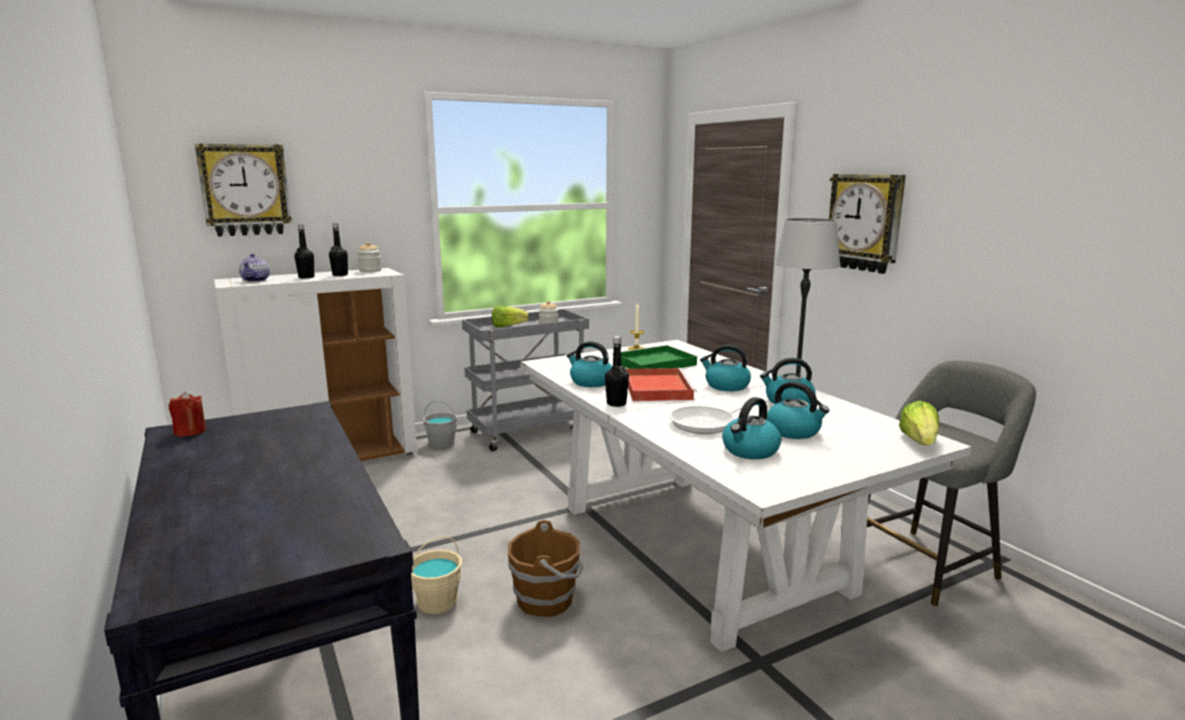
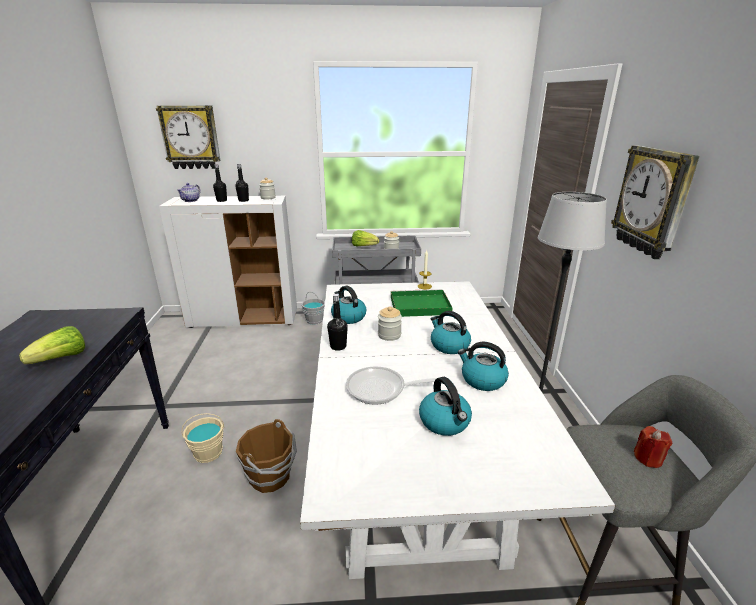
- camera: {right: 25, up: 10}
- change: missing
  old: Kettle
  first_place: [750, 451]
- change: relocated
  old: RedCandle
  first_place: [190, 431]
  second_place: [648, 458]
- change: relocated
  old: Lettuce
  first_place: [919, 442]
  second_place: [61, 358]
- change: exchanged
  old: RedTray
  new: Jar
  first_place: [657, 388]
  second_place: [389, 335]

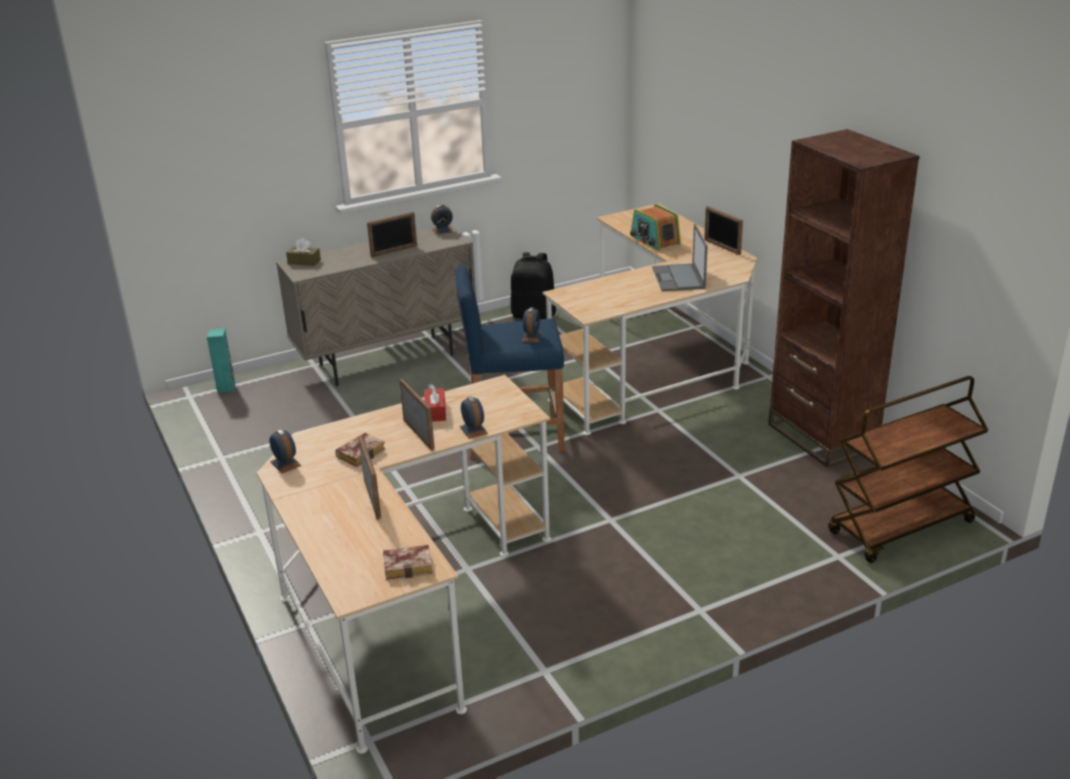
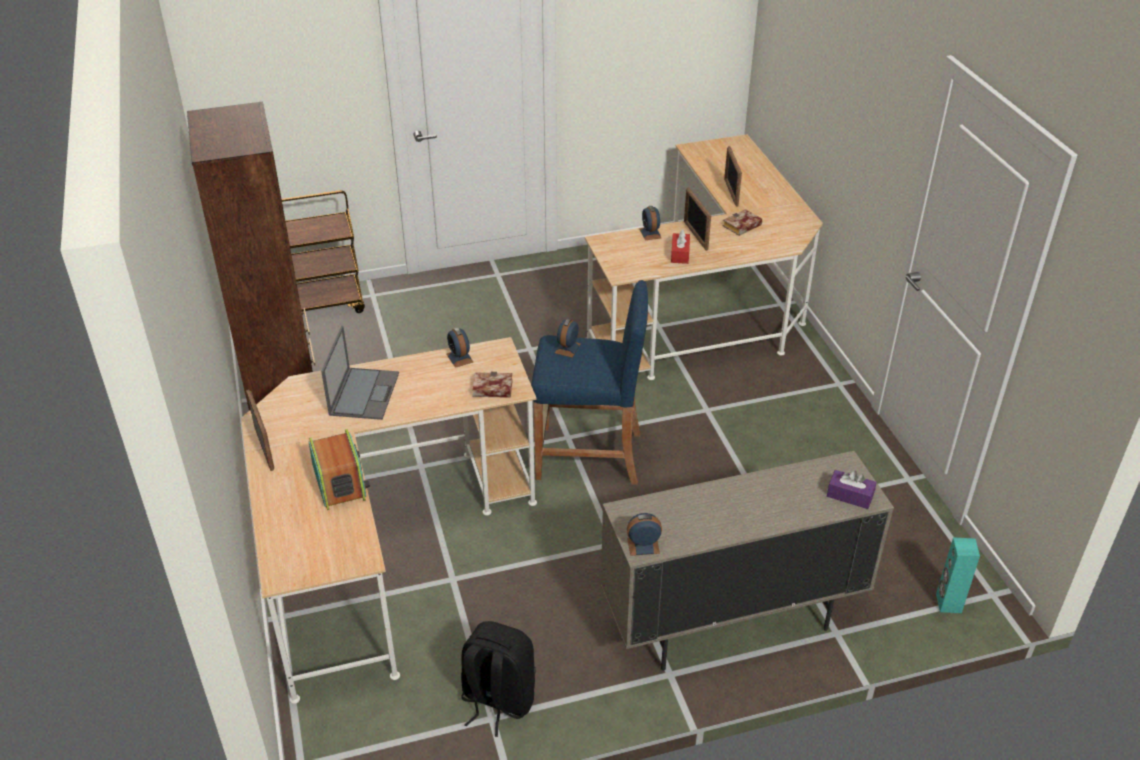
- camera: {right: -170, up: 10}
- change: missing
  old: PictureFrame
  first_place: [394, 251]
- change: relocated
  old: AlarmClock
  first_place: [285, 463]
  second_place: [459, 358]
- change: relocated
  old: Book
  first_place: [410, 565]
  second_place: [491, 389]
- change: colour
  old: BrownTissueBox
  new: PurpleTissueBox
  first_place: [304, 262]
  second_place: [850, 495]

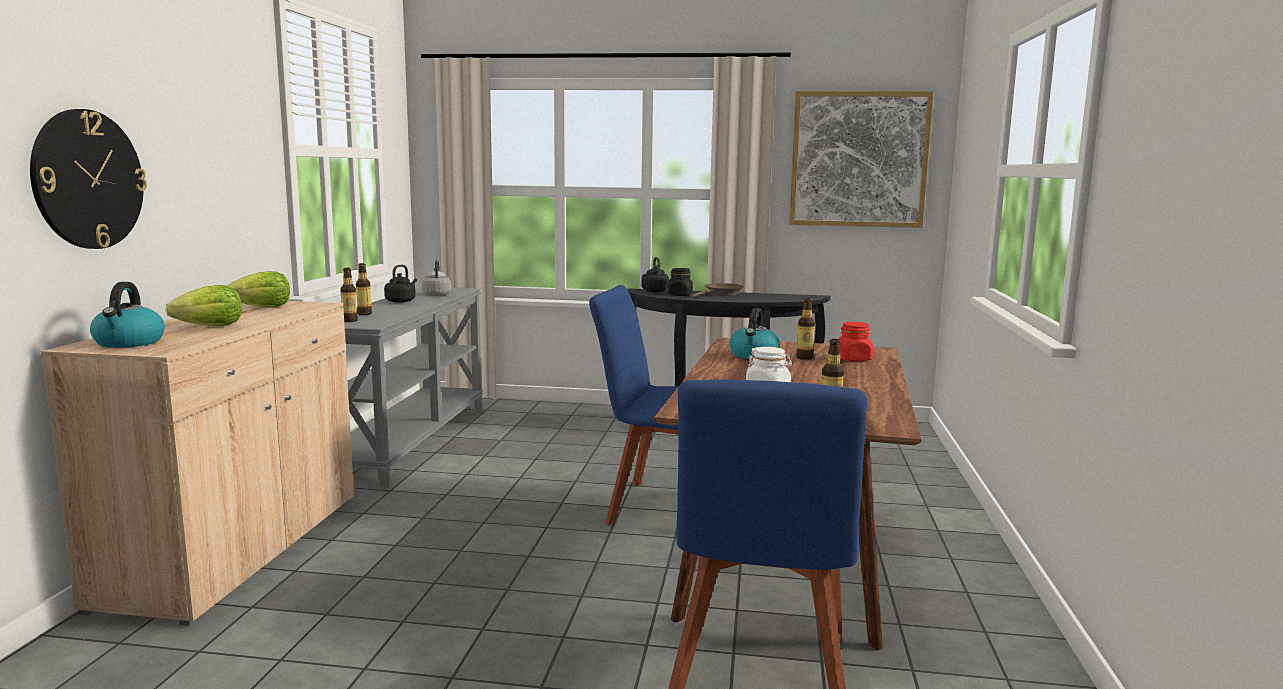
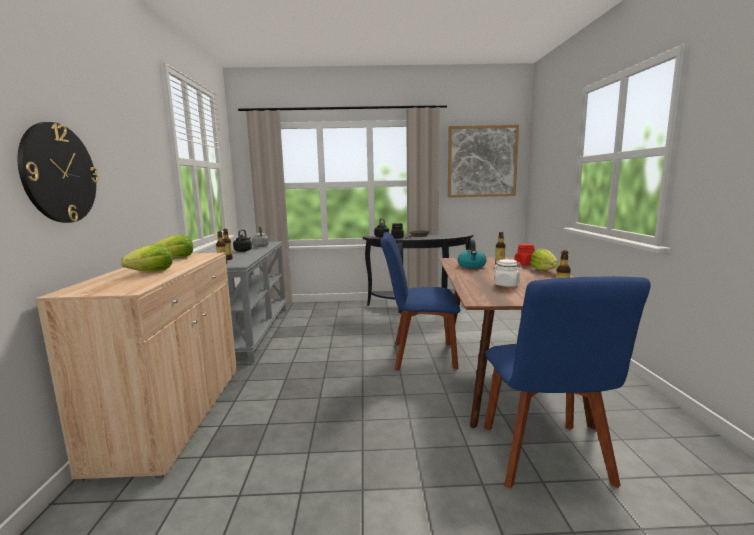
- camera: {right: -10, up: 0}
- change: missing
  old: Kettle
  first_place: [129, 343]
- change: appeared
  new: Lettuce
  second_place: [544, 270]

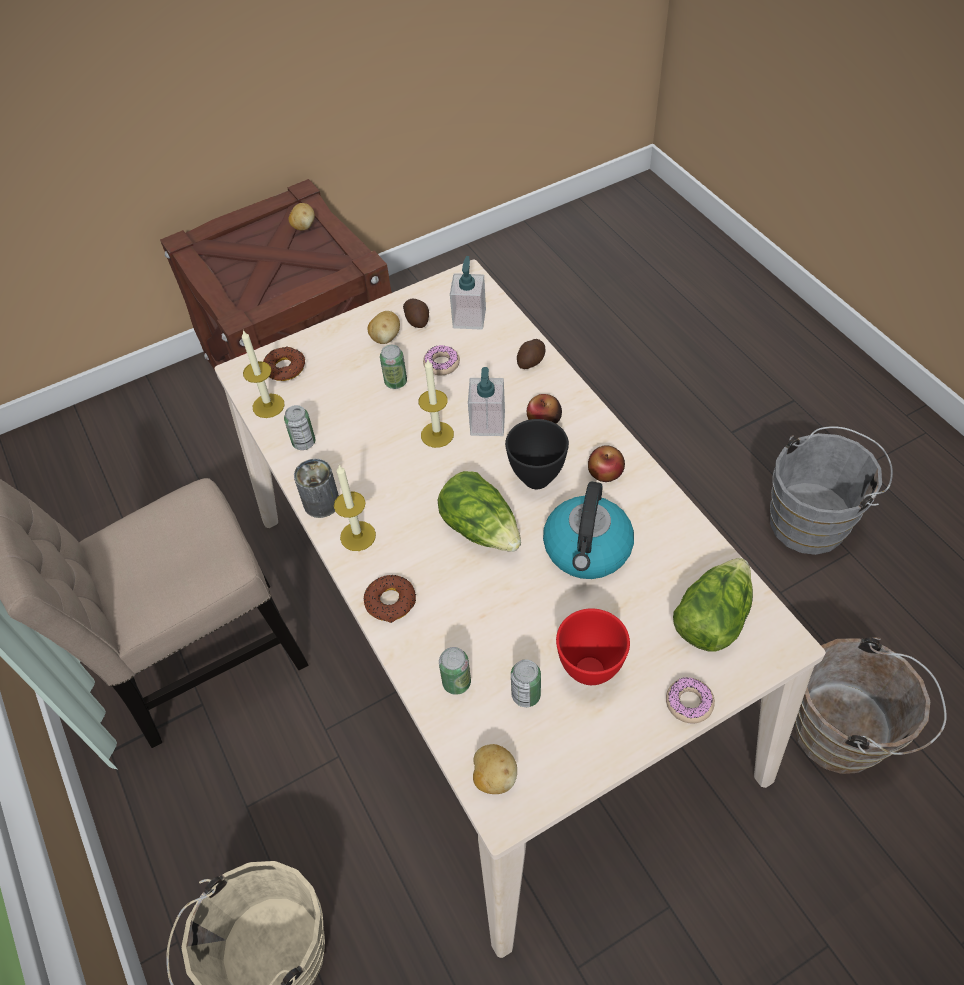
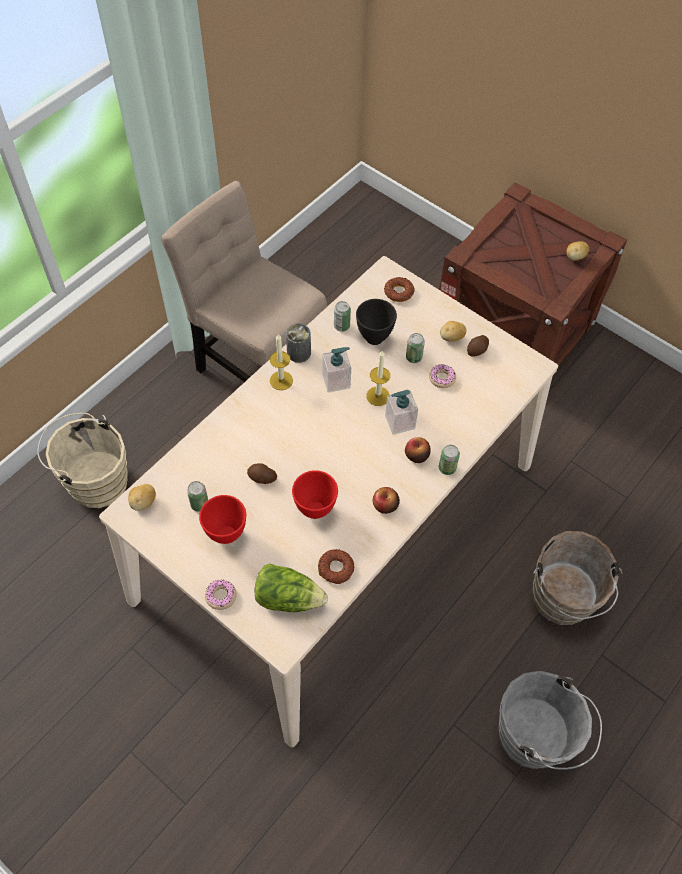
- camera: {right: 65, up: 5}
- change: missing
  old: Candle
  first_place: [268, 405]
- change: missing
  old: Lettuce
  first_place: [481, 528]
- change: relocated
  old: Donut
  first_place: [390, 601]
  second_place: [336, 568]
- change: relocated
  old: Can
  first_place: [456, 682]
  second_place: [447, 468]
- change: relocated
  old: SoapDispenser
  first_place: [469, 318]
  second_place: [336, 381]
- change: relocated
  old: BlackBowl
  first_place: [535, 477]
  second_place: [375, 337]
- change: relocated
  old: Potato
  first_place: [532, 361]
  second_place: [262, 478]
- change: relocated
  old: BrownBucket
  first_place: [846, 735]
  second_place: [562, 602]
- change: exchanged
  old: Kettle
  new: RedBowl
  first_place: [587, 550]
  second_place: [316, 510]

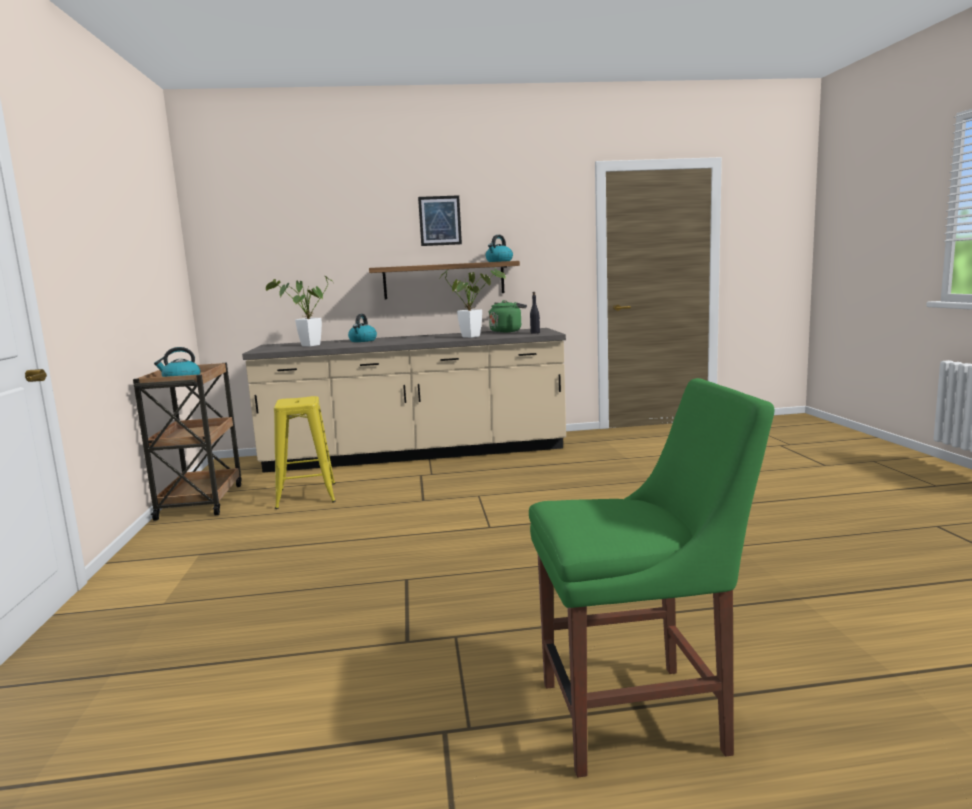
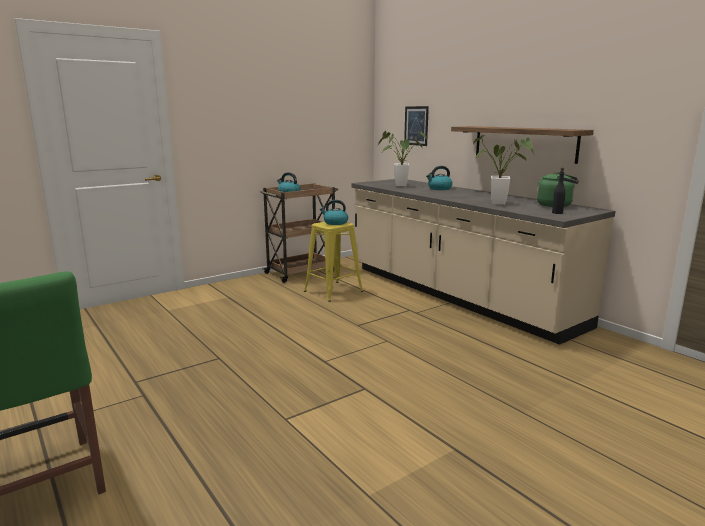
- camera: {right: 60, up: 5}
- change: relocated
  old: Picture
  first_place: [440, 220]
  second_place: [416, 126]
- change: relocated
  old: Kettle
  first_place: [499, 261]
  second_place: [335, 223]

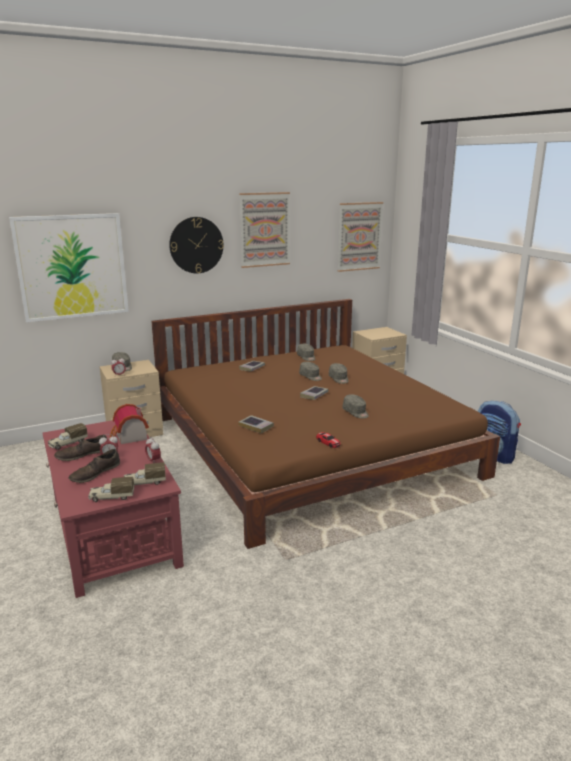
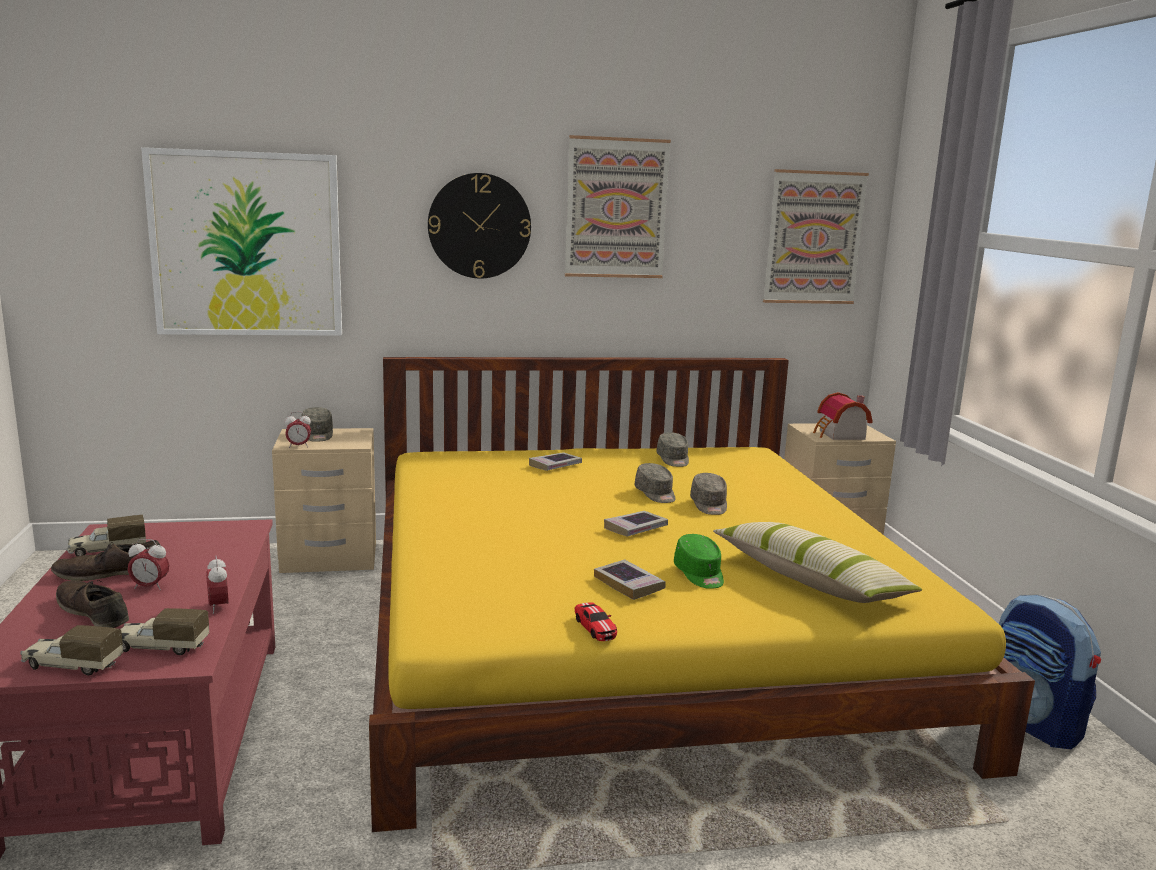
- camera: {right: 15, up: -5}
- change: appeared
  new: Pillow
  second_place: [811, 580]
- change: relocated
  old: ToyHouse
  first_place: [129, 437]
  second_place: [839, 435]
- change: relocated
  old: Book
  first_place: [256, 426]
  second_place: [629, 584]
- change: colour
  old: BrownBed
  new: YellowBed
  first_place: [309, 445]
  second_place: [631, 632]
- change: colour
  old: GreyCap
  new: GreenCap
  first_place: [356, 412]
  second_place: [699, 574]
- change: spun
  old: BrownShoe
  first_place: [95, 473]
  second_place: [93, 612]
  degrees: 75

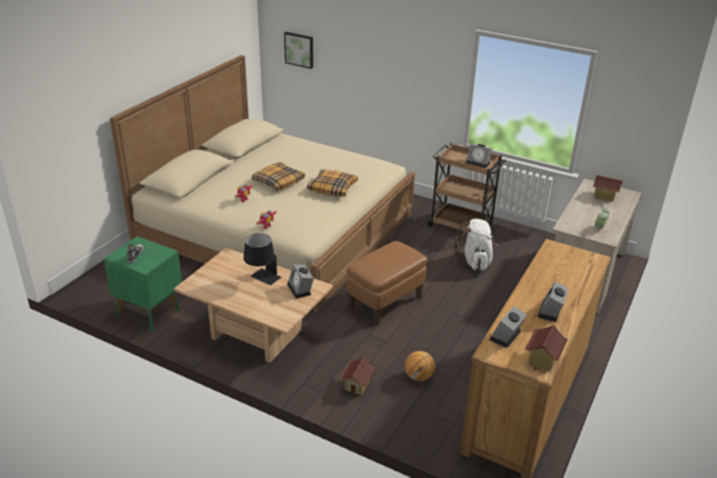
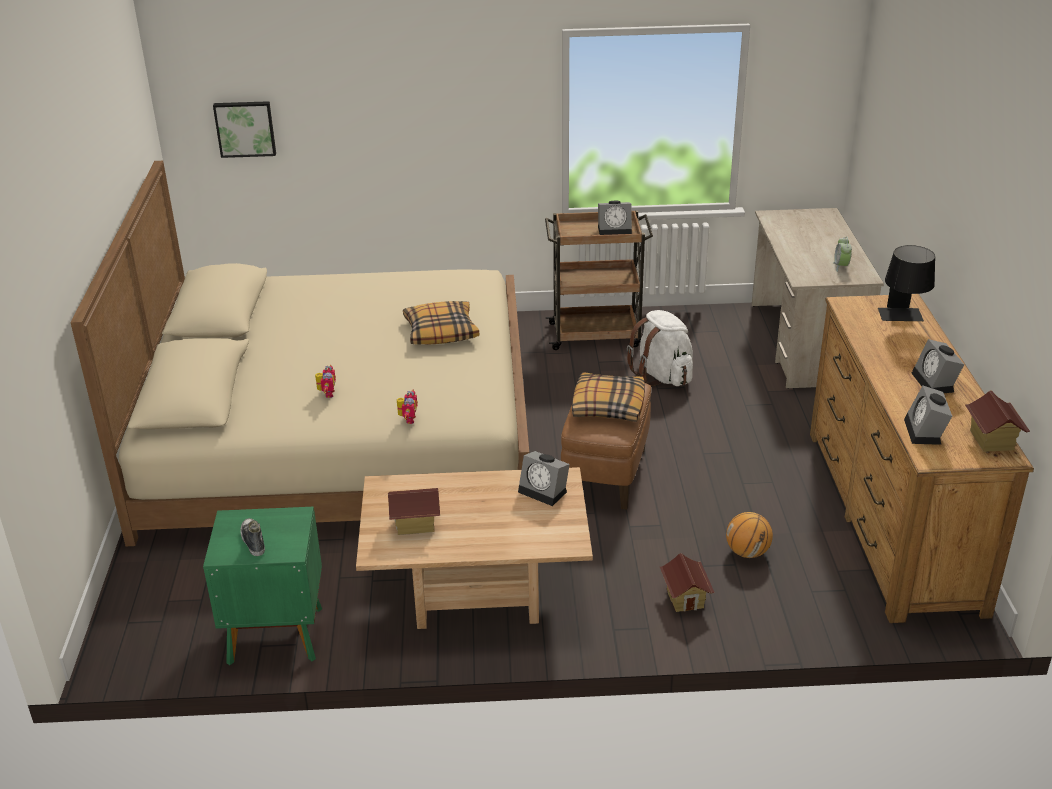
- camera: {right: -30, up: 0}
- change: relocated
  old: BlackTableLamp
  first_place: [262, 279]
  second_place: [902, 319]
- change: relocated
  old: Pillow
  first_place: [278, 181]
  second_place: [607, 406]
- change: relocated
  old: ToyHouse
  first_place: [605, 196]
  second_place: [415, 524]

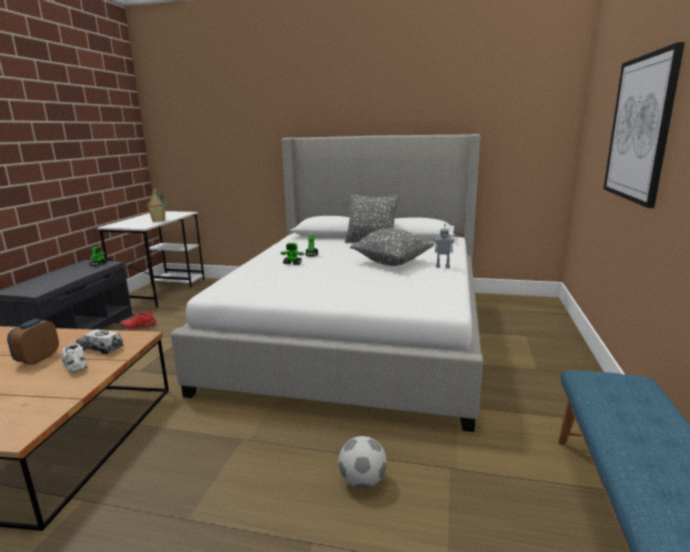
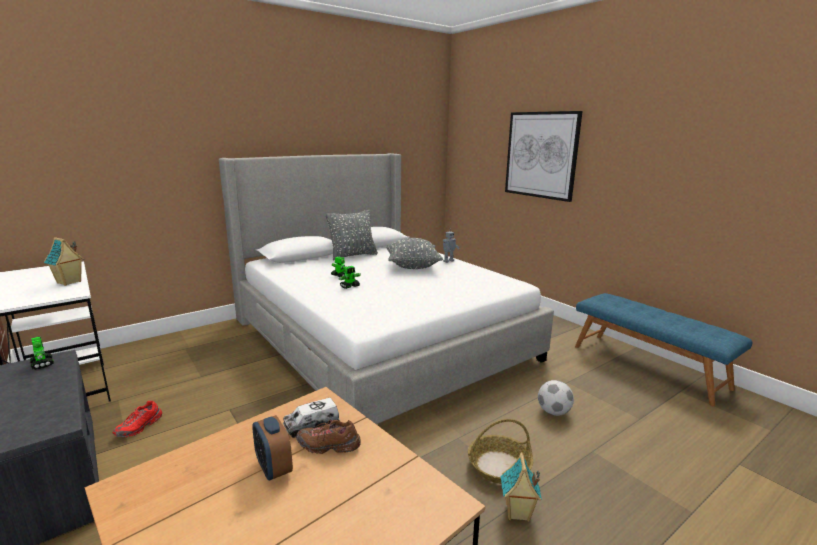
- camera: {right: -50, up: 0}
- change: appeared
  new: Basket
  second_place: [498, 466]
- change: appeared
  new: ToyHouse
  second_place: [517, 513]
- change: colour
  old: WhiteShoe
  new: BrownShoe
  first_place: [75, 364]
  second_place: [329, 446]

